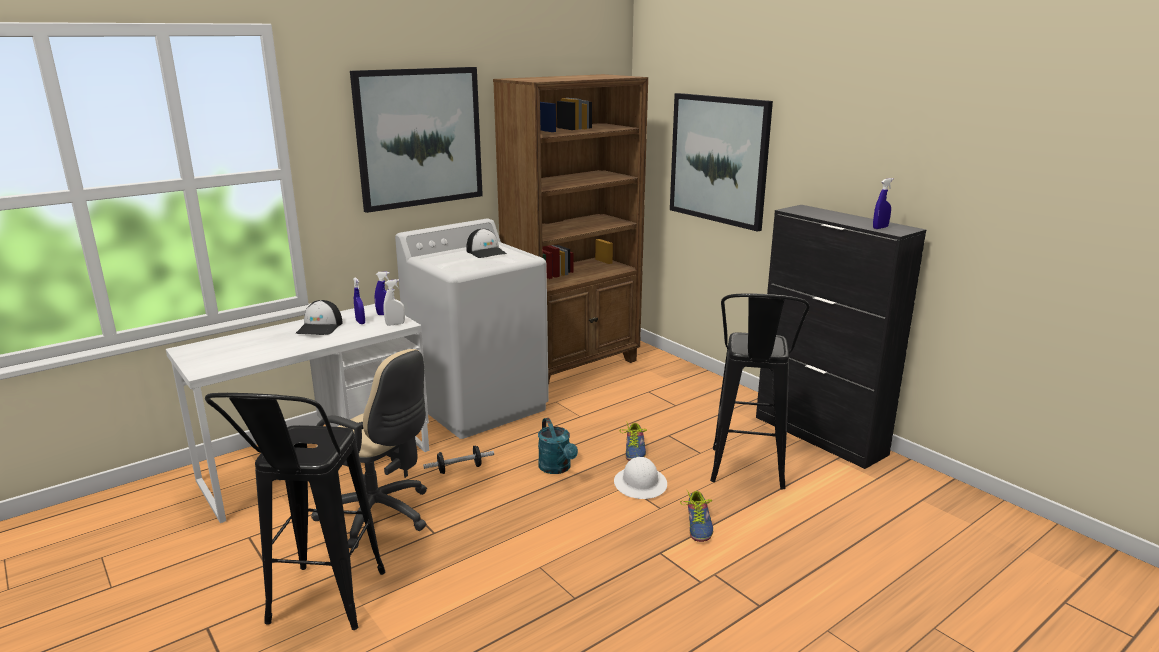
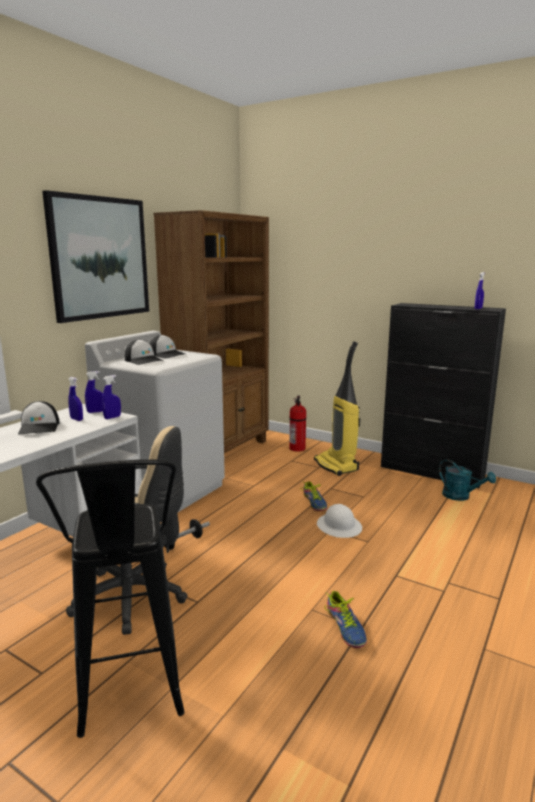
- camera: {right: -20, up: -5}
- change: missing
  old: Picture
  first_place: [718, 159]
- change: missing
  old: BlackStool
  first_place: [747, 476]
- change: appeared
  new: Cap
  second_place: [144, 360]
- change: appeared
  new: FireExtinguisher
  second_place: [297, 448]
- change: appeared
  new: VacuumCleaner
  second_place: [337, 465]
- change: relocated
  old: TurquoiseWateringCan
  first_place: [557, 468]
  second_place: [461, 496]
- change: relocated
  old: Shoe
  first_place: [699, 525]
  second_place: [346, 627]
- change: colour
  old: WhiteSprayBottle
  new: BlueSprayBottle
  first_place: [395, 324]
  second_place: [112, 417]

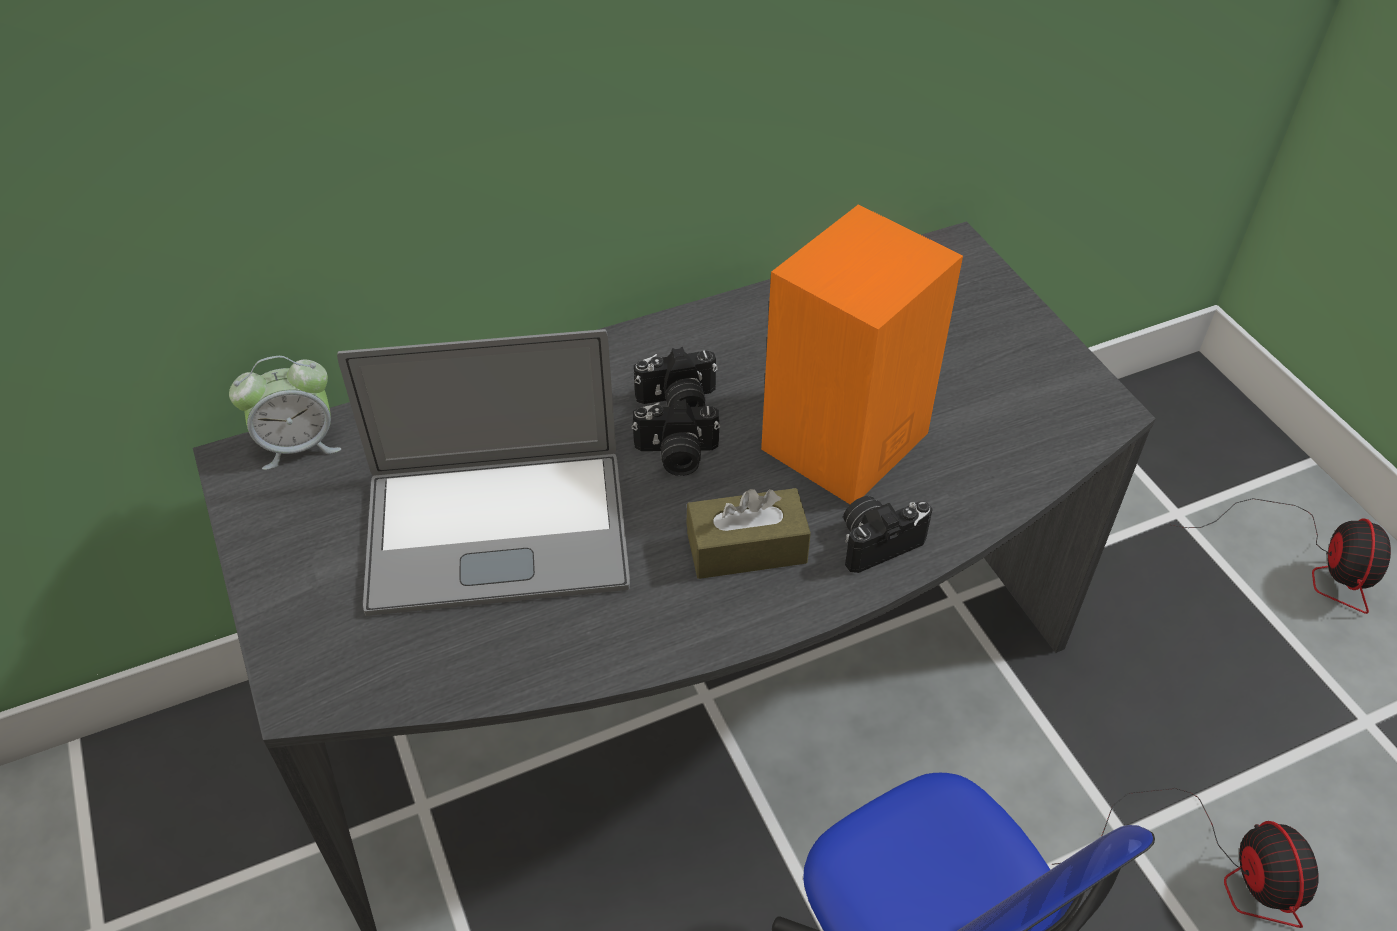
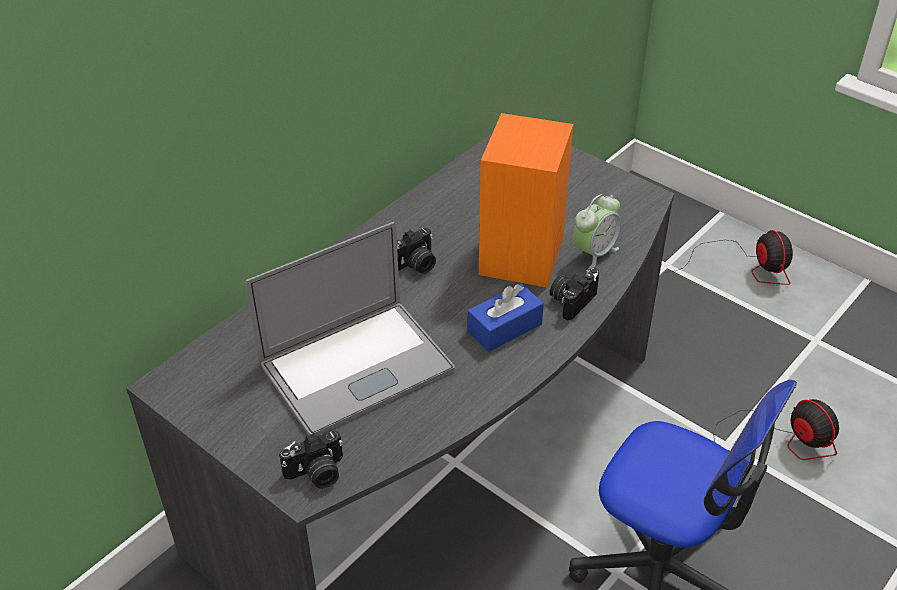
- camera: {right: -25, up: -5}
- change: relocated
  old: AlarmClock
  first_place: [299, 445]
  second_place: [594, 253]
- change: relocated
  old: PhotoCamera
  first_place: [676, 455]
  second_place: [317, 473]
- change: colour
  old: BrownTissueBox
  new: BlueTissueBox
  first_place: [746, 548]
  second_place: [504, 328]

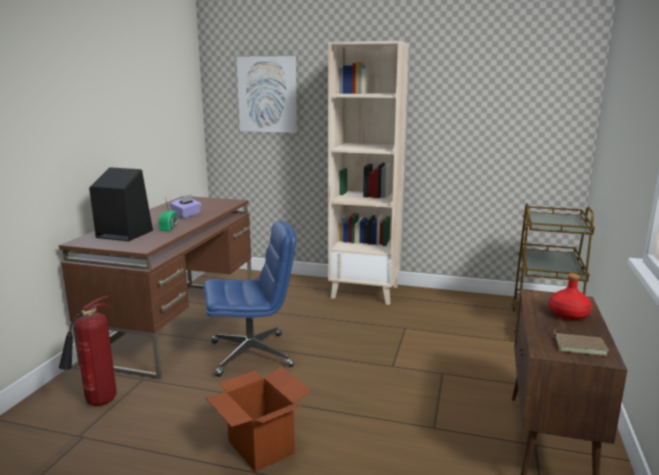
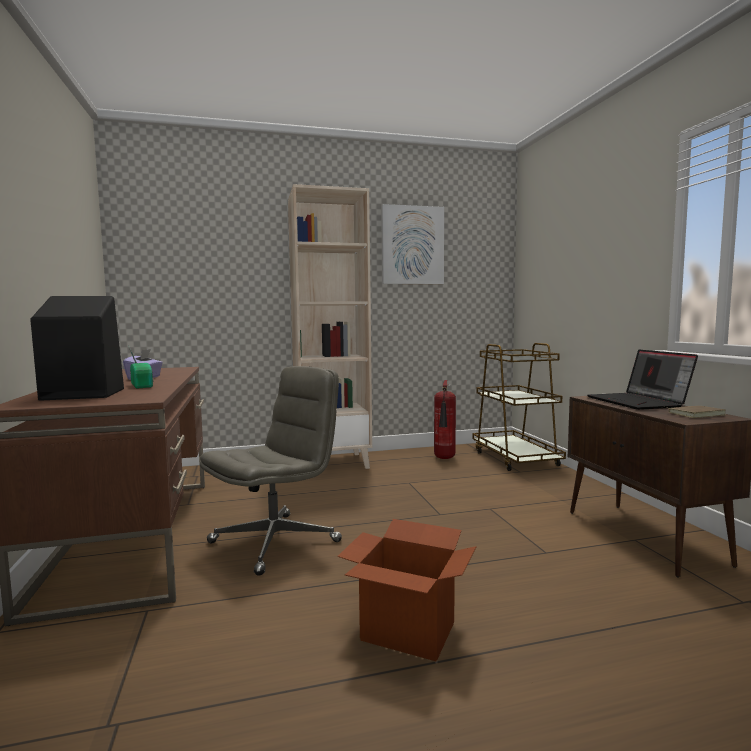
- camera: {right: -30, up: -10}
- change: relocated
  old: FireExtinguisher
  first_place: [98, 403]
  second_place: [444, 458]
- change: relocated
  old: Picture
  first_place: [267, 94]
  second_place: [412, 245]
- change: exchanged
  old: RedBottle
  new: Laptop
  first_place: [569, 314]
  second_place: [639, 402]
- change: colour
  old: BlueOfficeChair
  new: GreyOfficeChair
  first_place: [252, 354]
  second_place: [275, 541]

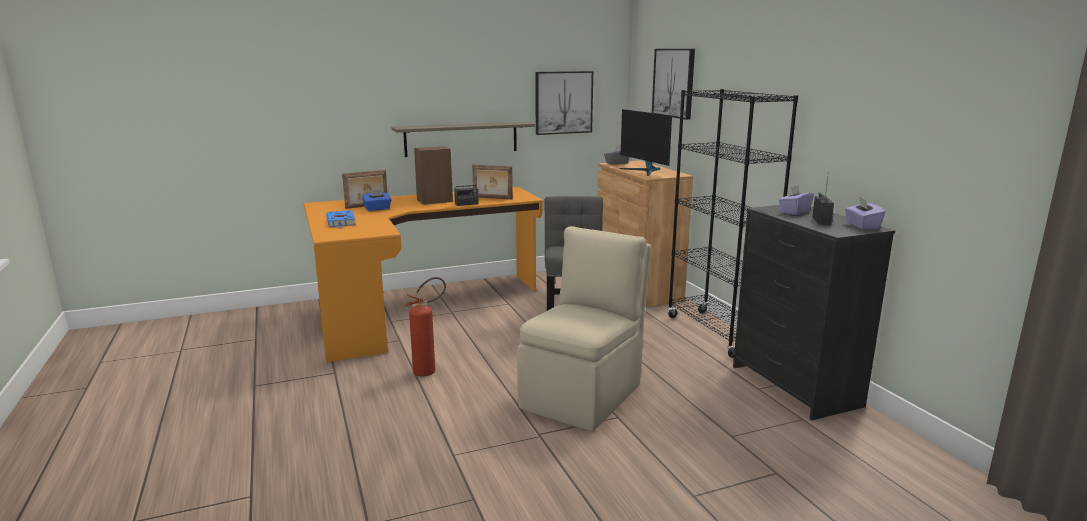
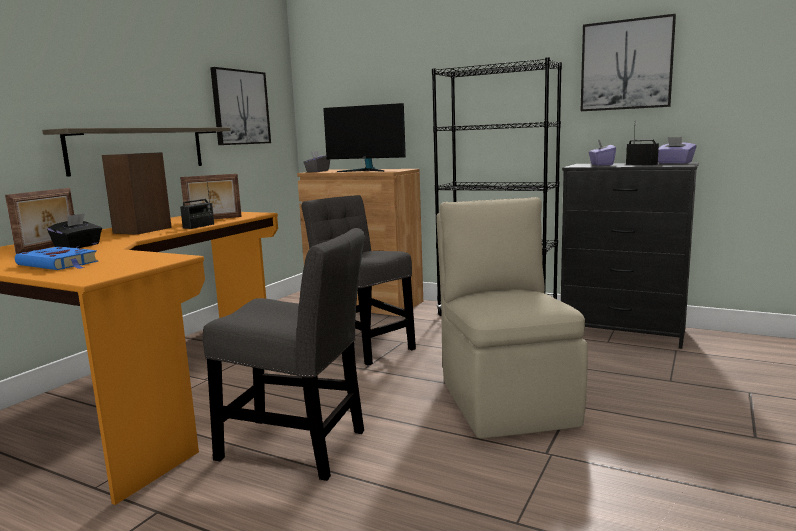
- camera: {right: -40, up: -5}
- change: relocated
  old: Picture
  first_place: [674, 83]
  second_place: [626, 65]
- change: exchanged
  old: FireExtinguisher
  new: GreyChair
  first_place: [429, 370]
  second_place: [298, 447]
- change: colour
  old: BlueTissueBox
  new: BlackTissueBox
  first_place: [377, 209]
  second_place: [78, 246]

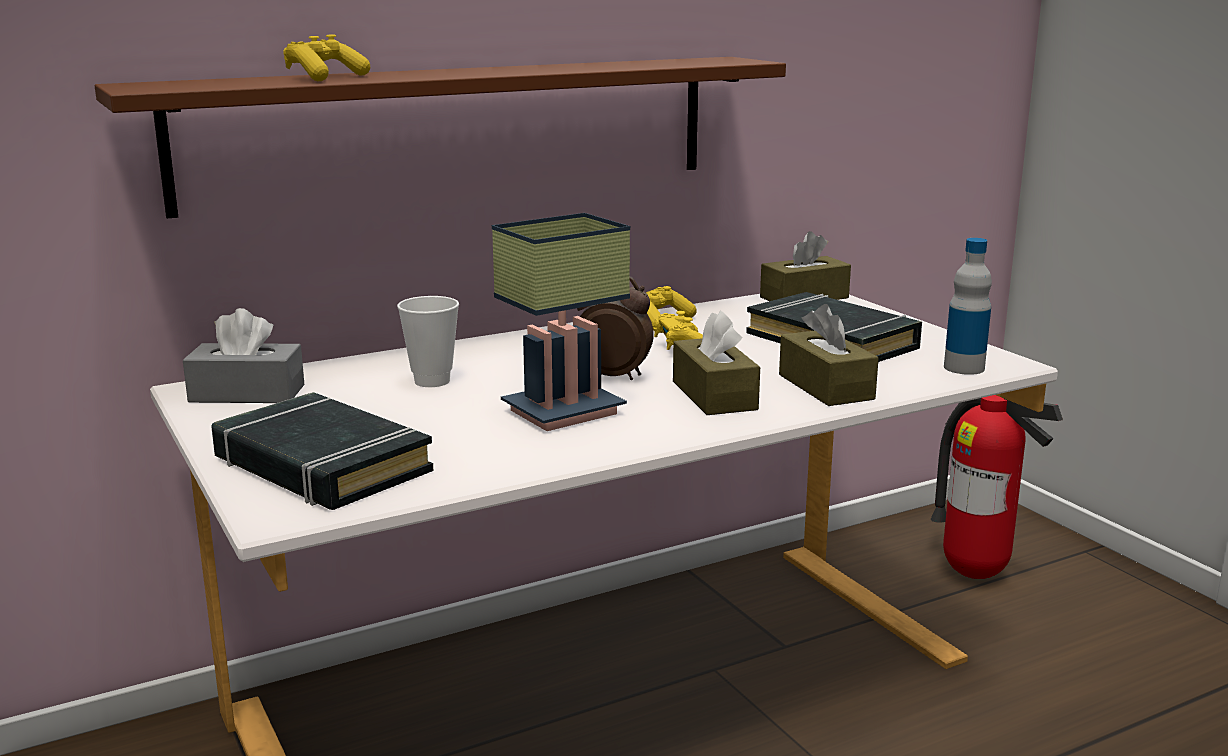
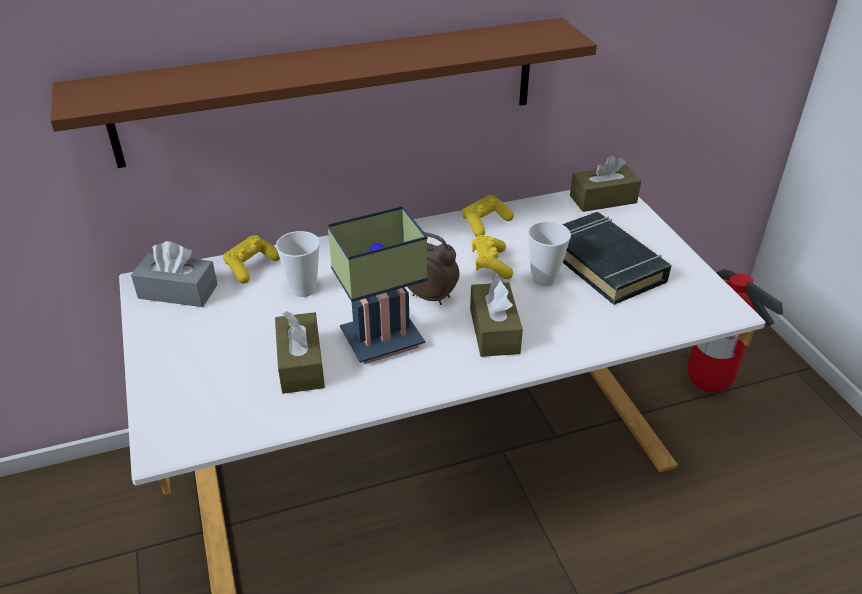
- camera: {right: 10, up: 20}
- change: missing
  old: BlackBook
  first_place: [320, 465]
- change: missing
  old: Bottle
  first_place: [964, 368]
- change: appeared
  new: Cup
  second_place: [544, 278]
- change: relocated
  old: YellowGameController
  first_place: [325, 77]
  second_place: [251, 266]
- change: relocated
  old: BrownTissueBox
  first_place: [825, 387]
  second_place: [301, 364]

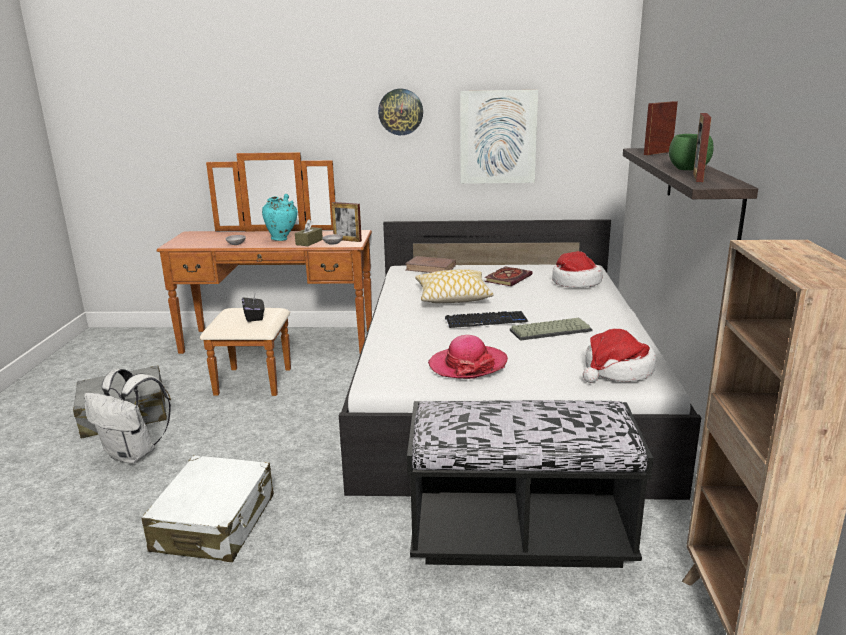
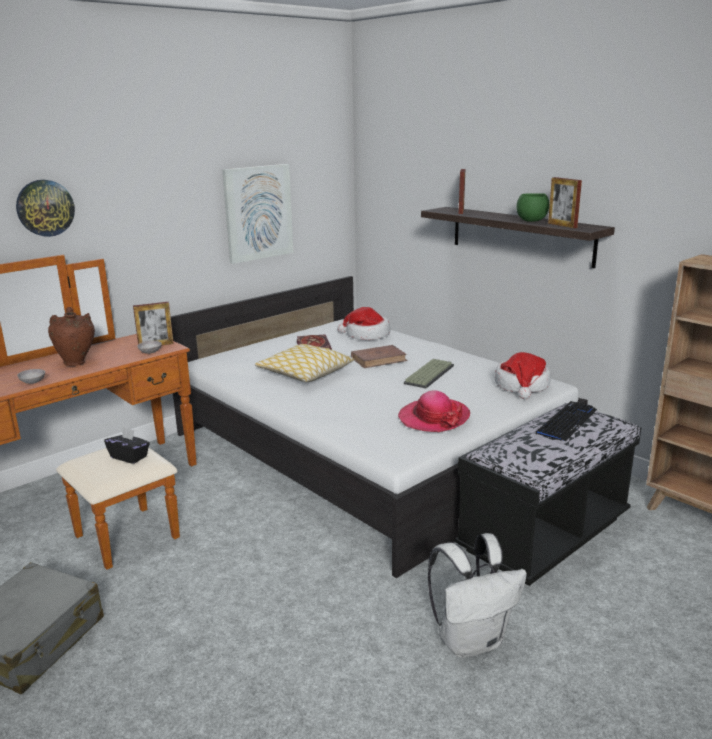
- camera: {right: -45, up: 0}
- change: missing
  old: WhiteSuitcase
  first_place: [215, 523]
- change: missing
  old: BrownTissueBox
  first_place: [309, 242]
- change: relocated
  old: WhiteBackpack
  first_place: [134, 454]
  second_place: [471, 640]
- change: relocated
  old: WallClock
  first_place: [400, 112]
  second_place: [45, 208]
- change: relocated
  old: BrownBook
  first_place: [431, 268]
  second_place: [379, 359]
- change: relocated
  old: Keyboard
  first_place: [486, 321]
  second_place: [567, 422]
- change: colour
  old: TurquoiseVase
  new: BrownVase
  first_place: [282, 239]
  second_place: [76, 362]

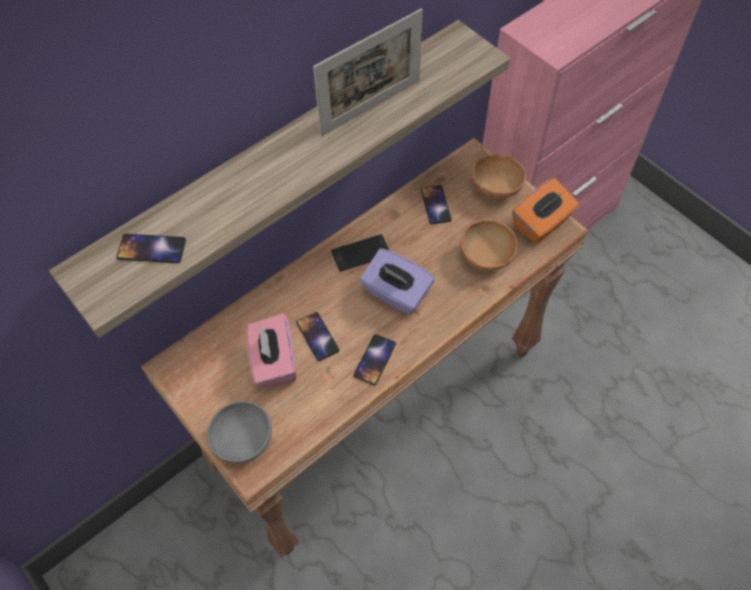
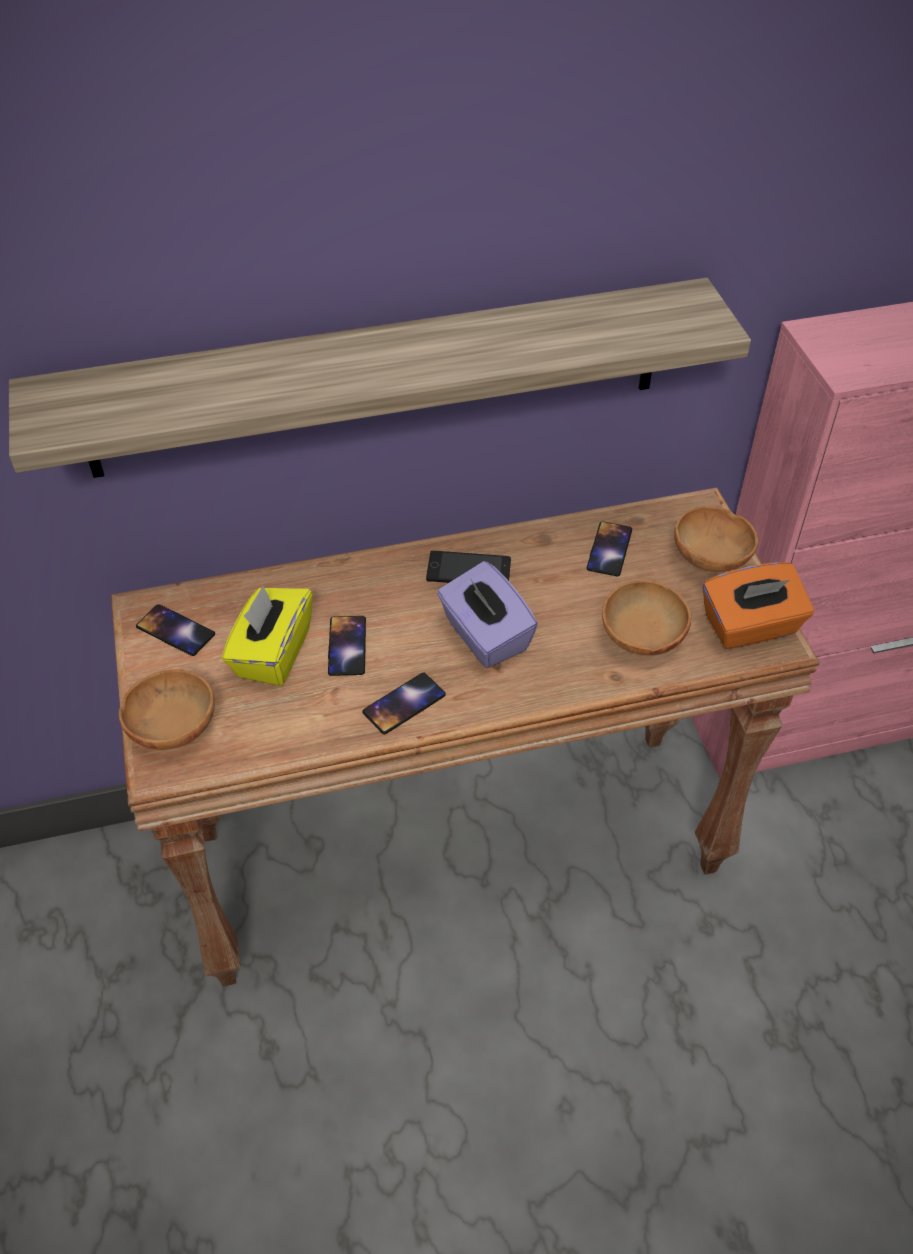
- camera: {right: 25, up: -10}
- change: missing
  old: PictureFrame
  first_place: [371, 107]
- change: relocated
  old: Phone
  first_place: [151, 249]
  second_place: [175, 631]
- change: colour
  old: GreyBowl
  new: BrownBowl
  first_place: [242, 440]
  second_place: [172, 727]
- change: colour
  old: PinkTissueBox
  new: YellowTissueBox
  first_place: [274, 362]
  second_place: [272, 653]

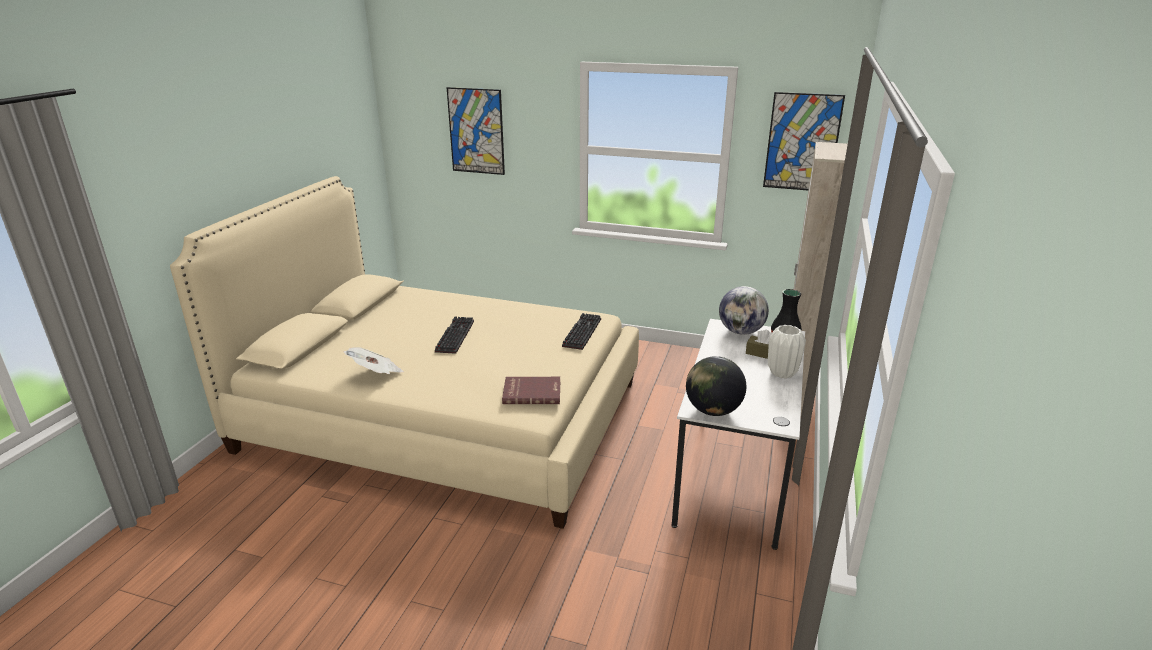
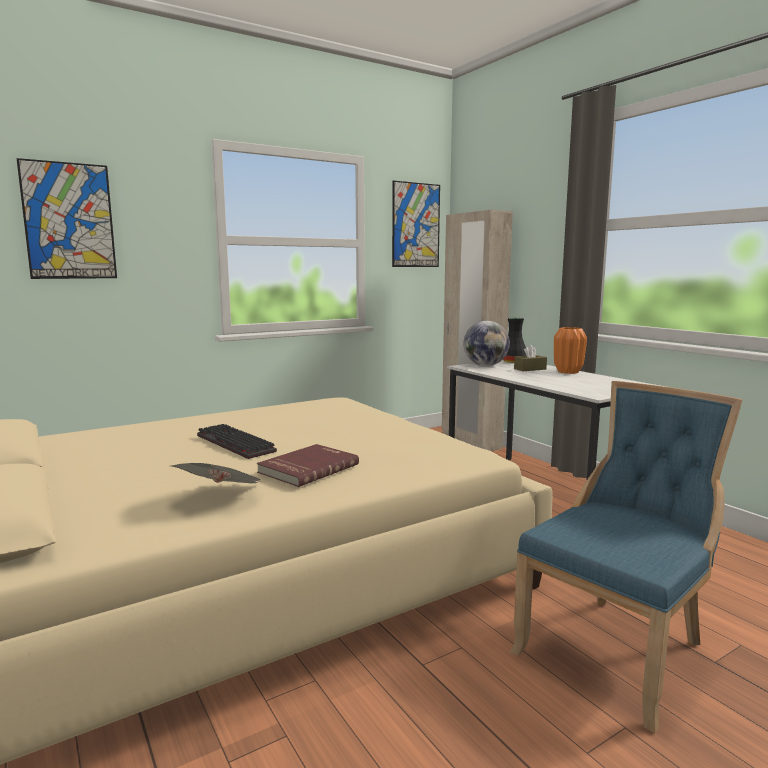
- camera: {right: -50, up: -15}
- change: missing
  old: Keyboard
  first_place: [581, 332]
- change: missing
  old: Globe
  first_place: [713, 411]
- change: appeared
  new: BlueChair
  second_place: [618, 649]
- change: relocated
  old: RedBook
  first_place: [532, 392]
  second_place: [307, 468]
- change: colour
  old: WhiteVase
  new: OrangeVase
  first_place: [782, 373]
  second_place: [568, 372]

